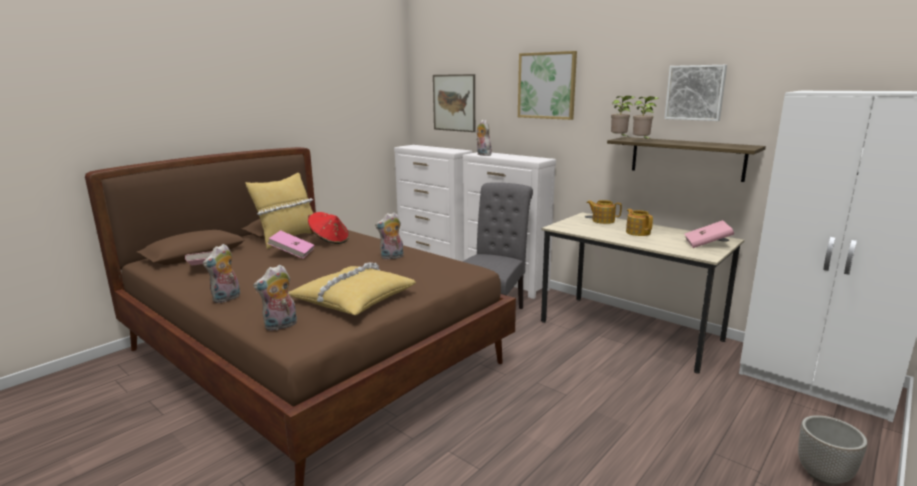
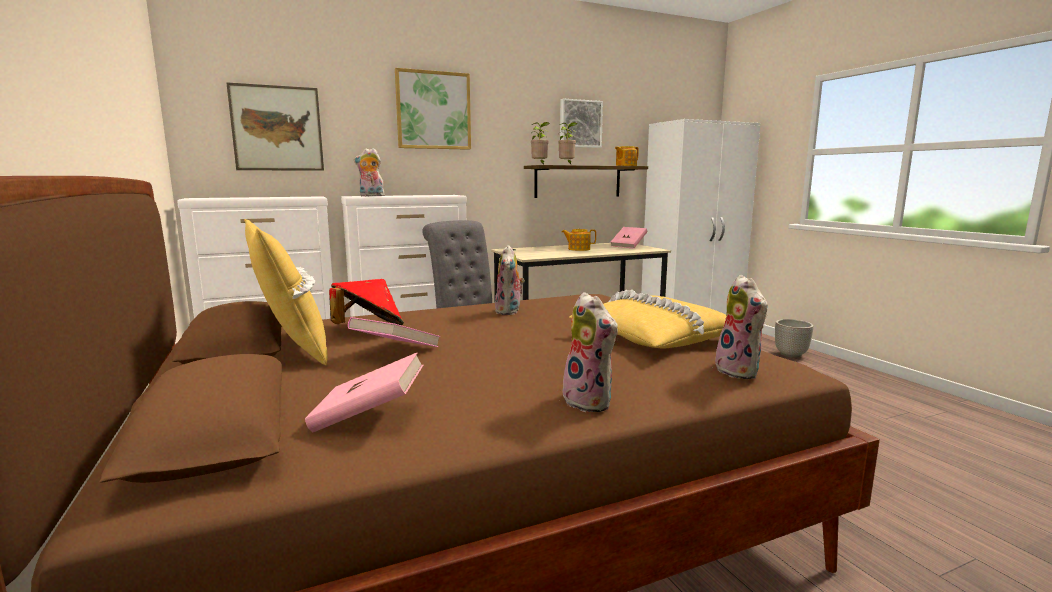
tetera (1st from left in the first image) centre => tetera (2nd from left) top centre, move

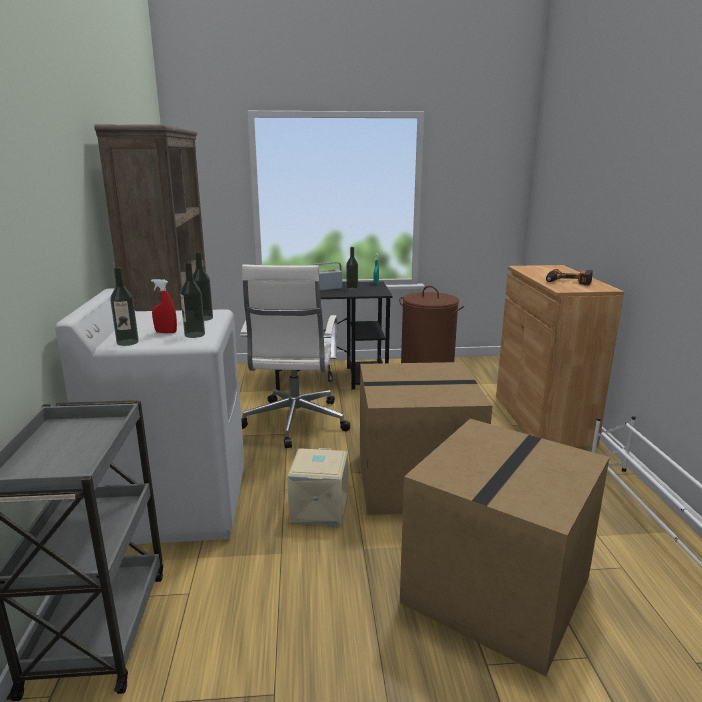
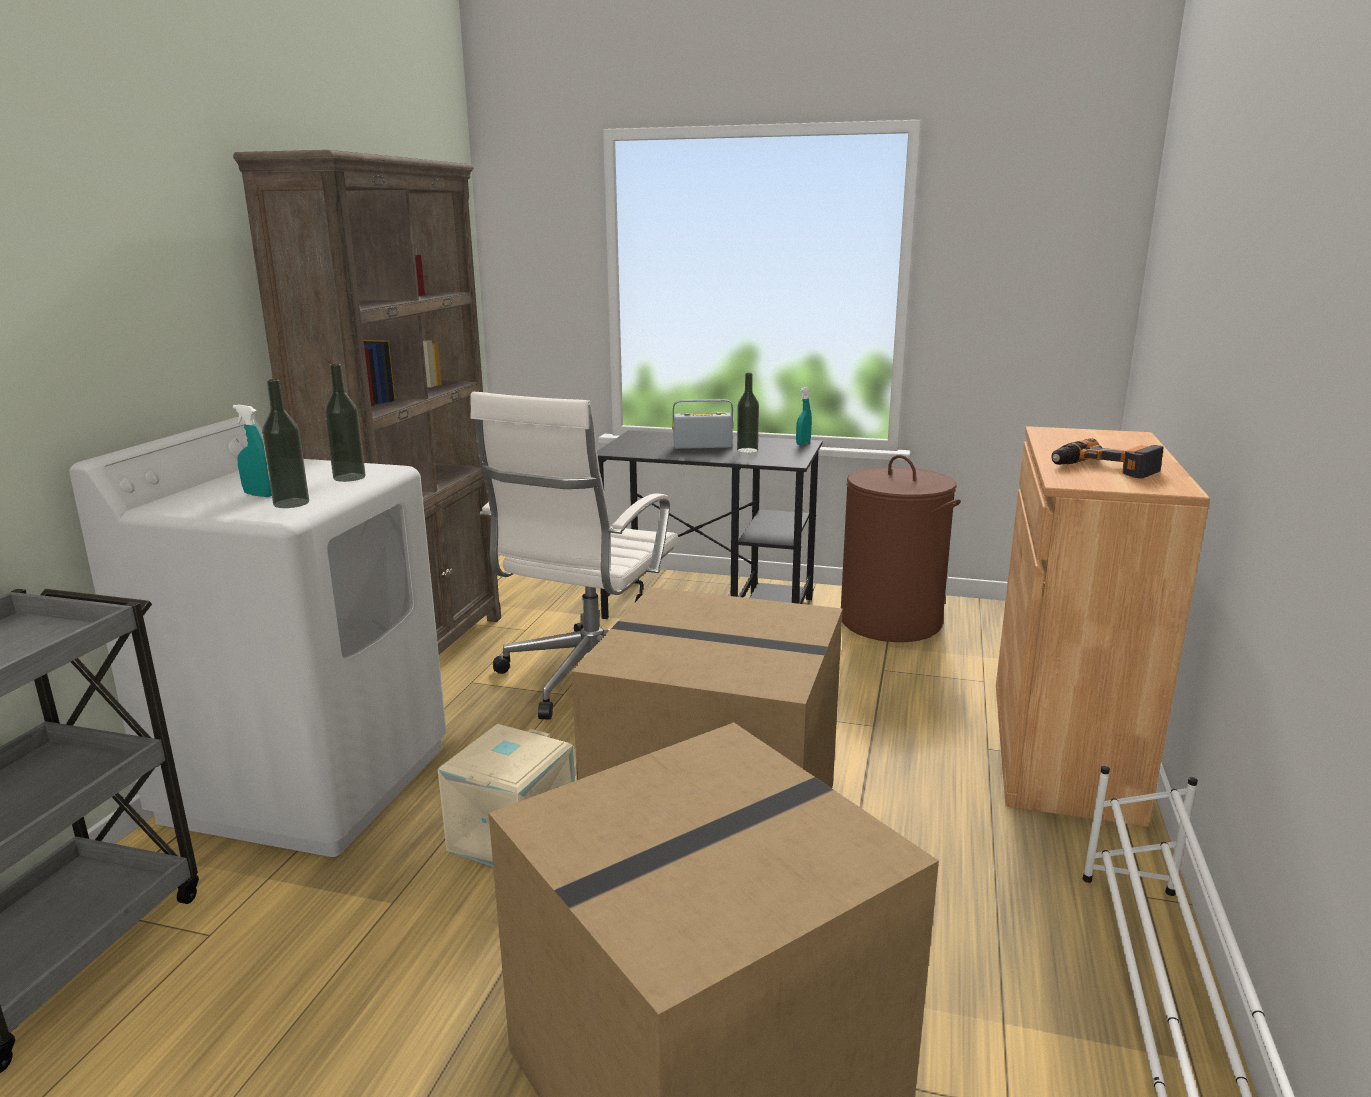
botella (1st from left) middle left => nothing
pulverizador/rojo middle left => pulverizador/turquesa (1st from left) middle left

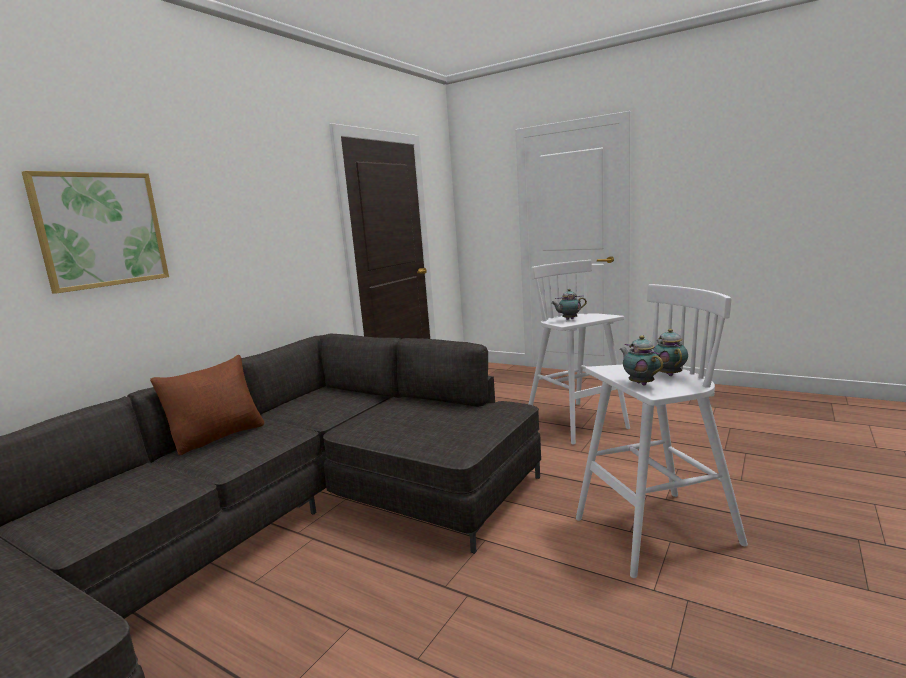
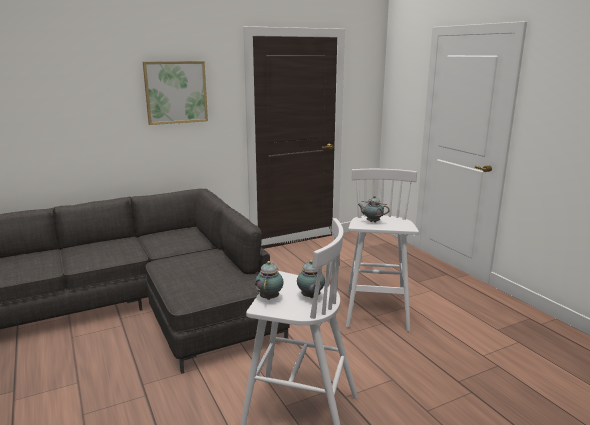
cuadro middle left => cuadro top left, move
tetera (3rd from left in the first image) middle right => tetera (2nd from left) centre, 135 degrees clockwise
cojín/marrón middle left => nothing

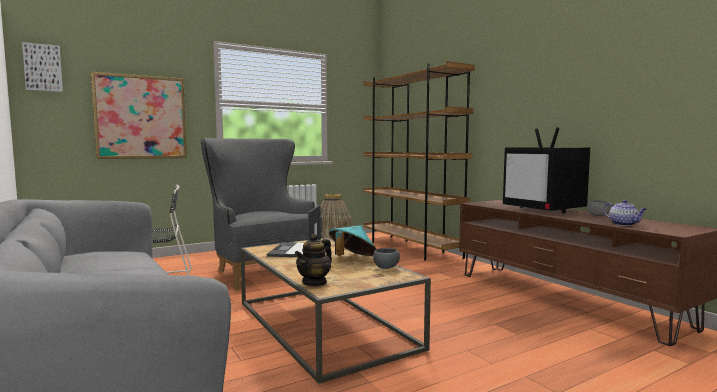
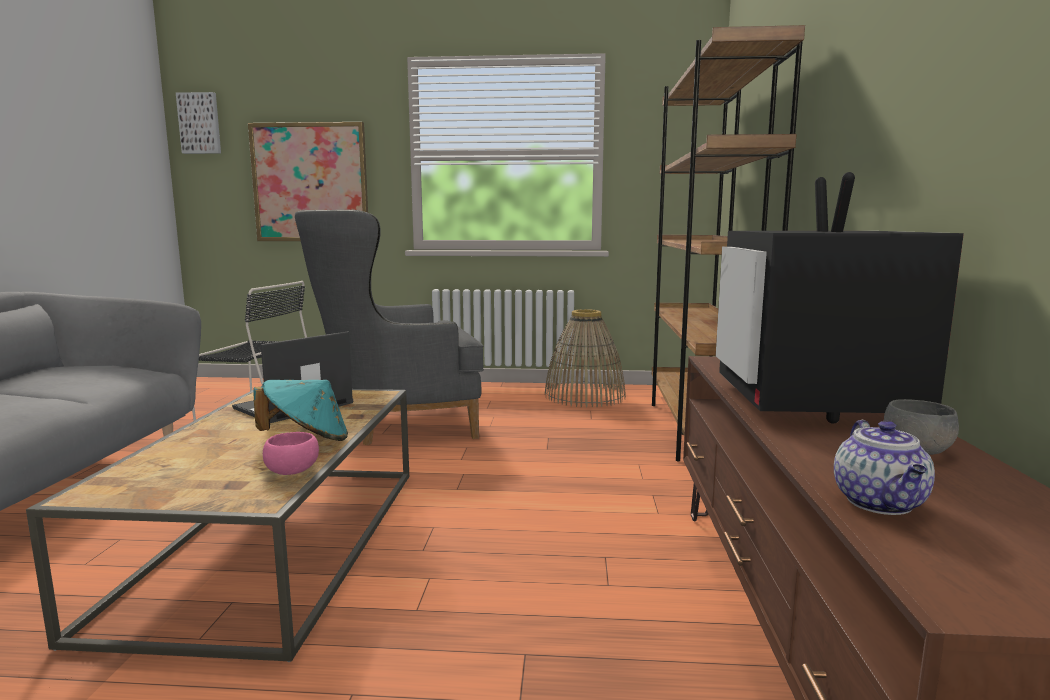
sillón/gris centre, 105 degrees counterclockwise
tetera (1st from left) centre => nothing
cuenco/gris (1st from left) centre => cuenco/rosa middle left

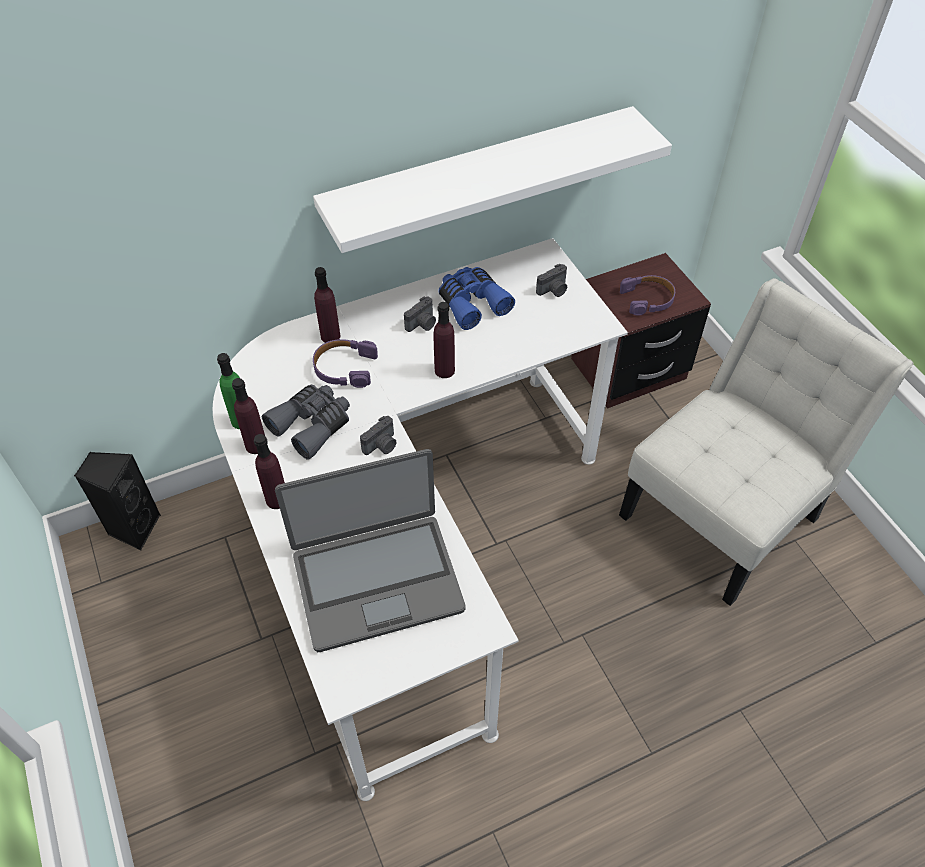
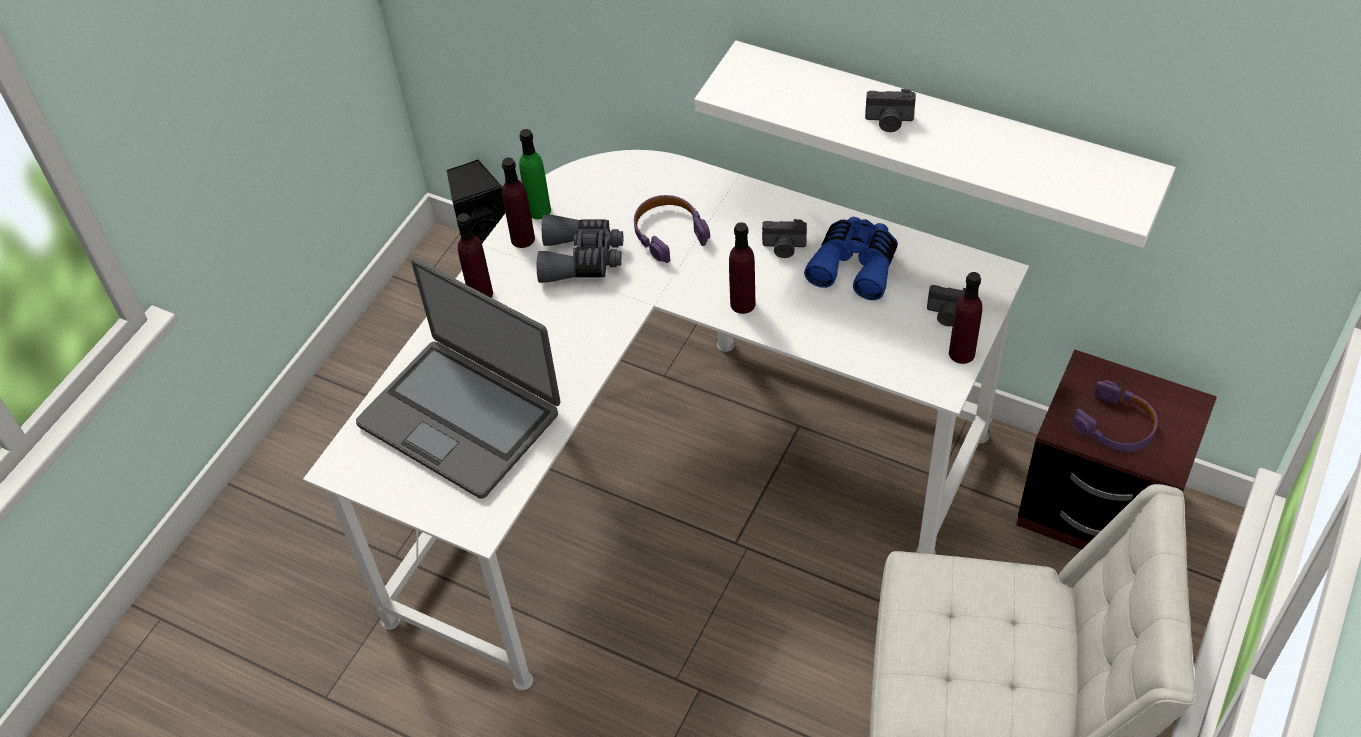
botella/morado (3rd from left in the first image) centre => botella/morado (4th from left) middle right, move
cámara (1st from left in the first image) centre => cámara (2nd from left) top centre, move

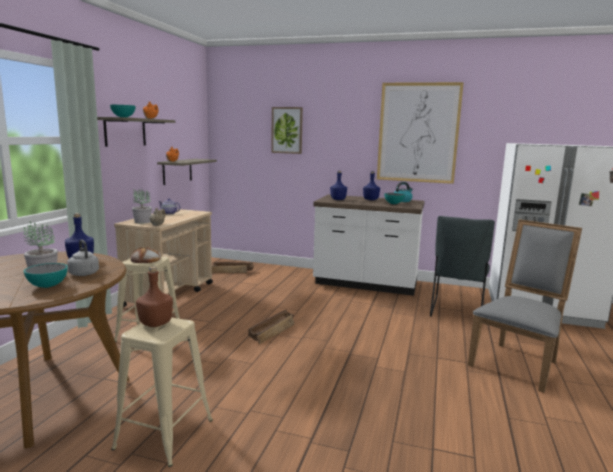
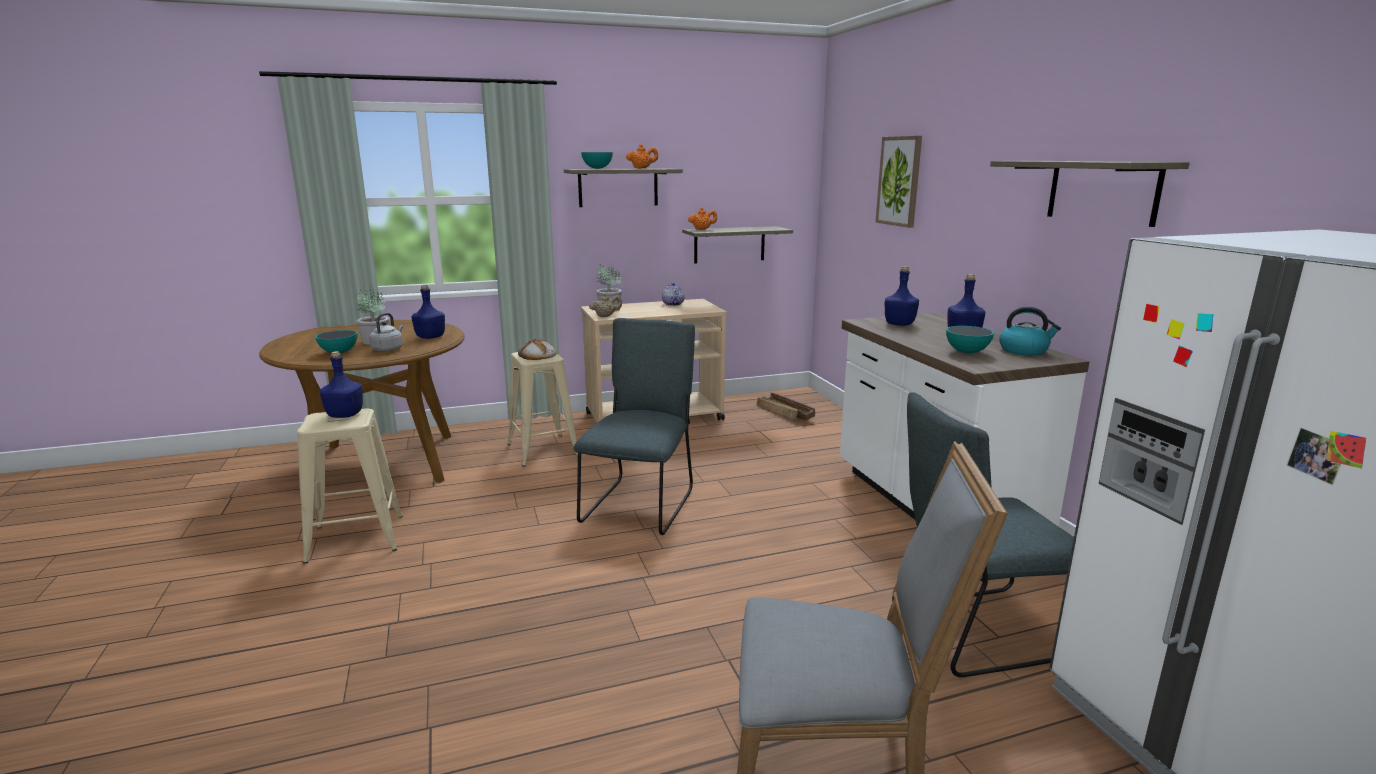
cuadro (2nd from left) top right => estante (3rd from left) top right
botella/marrón middle left => botella/azul (1st from left) middle left
caja de embalaje (2nd from left) bottom centre => silla/gris (1st from left) centre

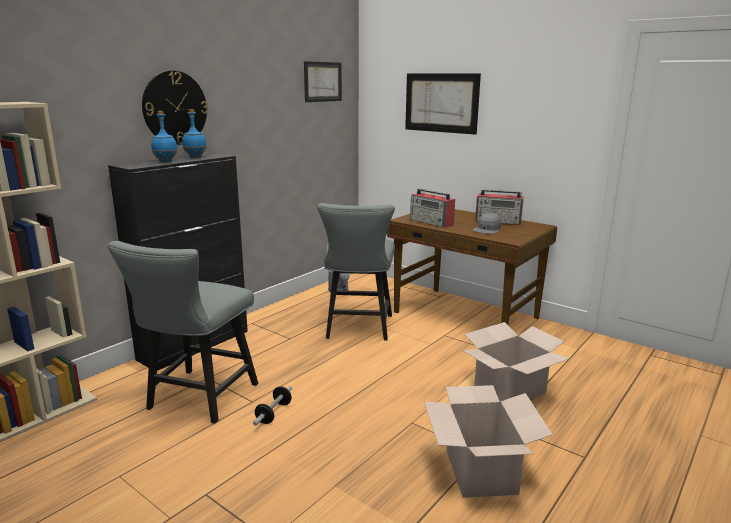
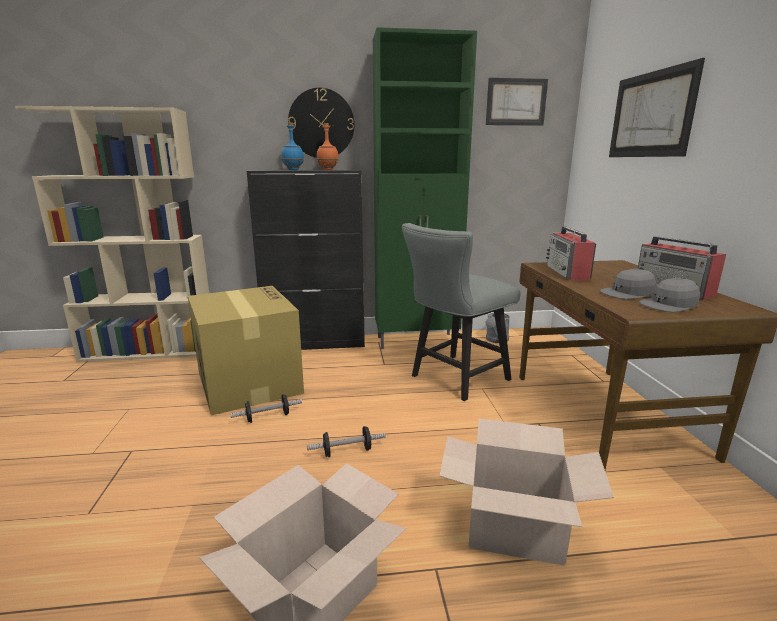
botella/azul (2nd from left) top left => botella/naranja top centre
silla/gris (1st from left) middle left => caja de cartón (1st from left) middle left
nothing => armario/verde top centre
nothing => gorra/gris (2nd from left) middle right
nothing => mancuerna (2nd from left) bottom centre

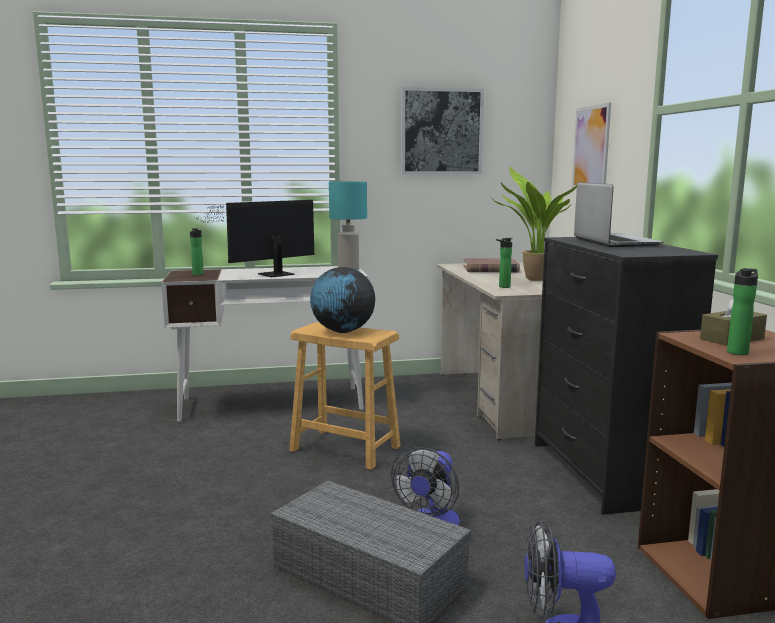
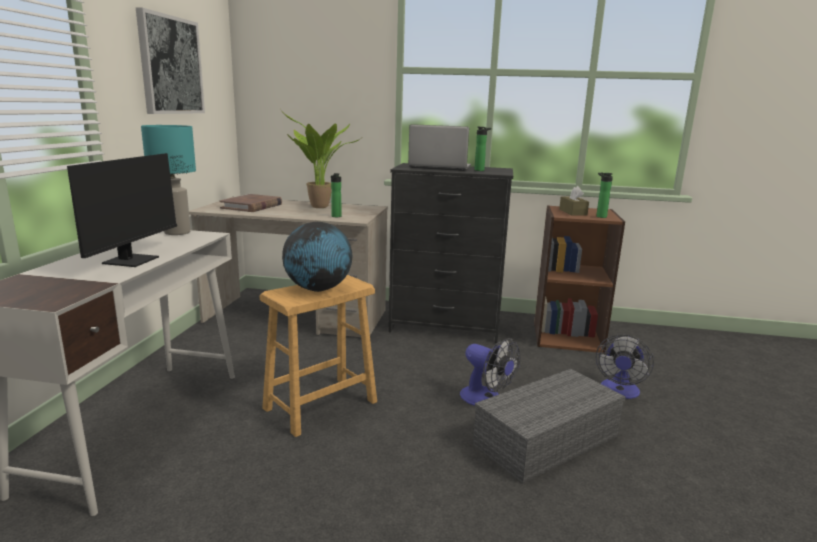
cuadro (2nd from left) top right => nothing
monitor middle left, 150 degrees counterclockwise
botella (1st from left in the first image) middle left => botella (2nd from left) top centre, move

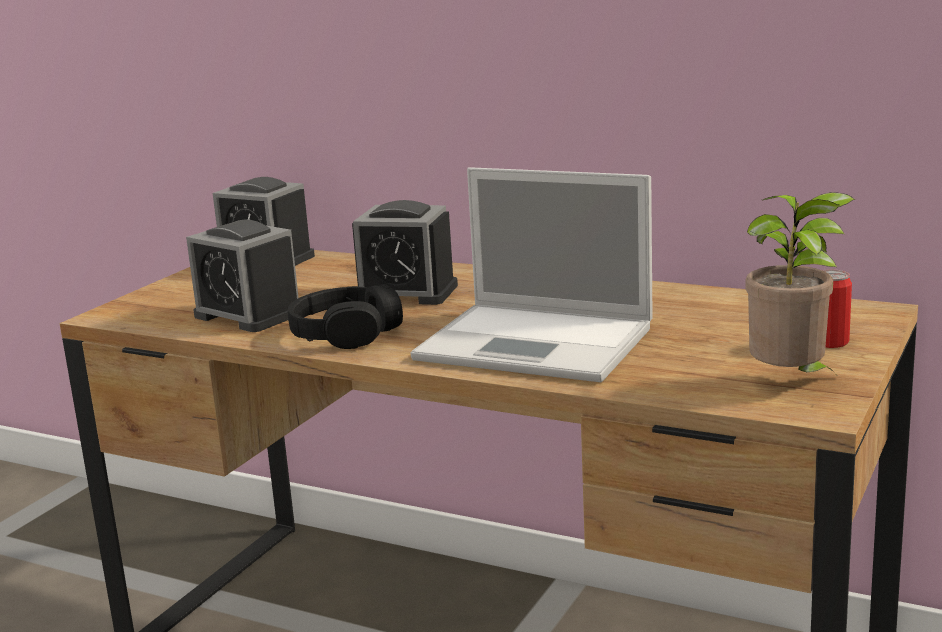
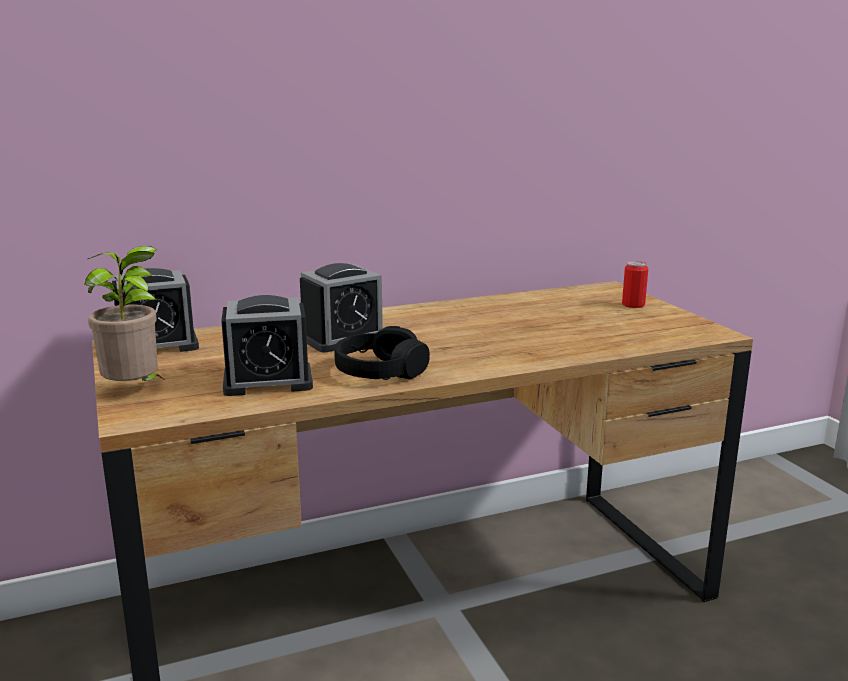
portátil centre => nothing
planta en maceta middle right => planta en maceta middle left, move

